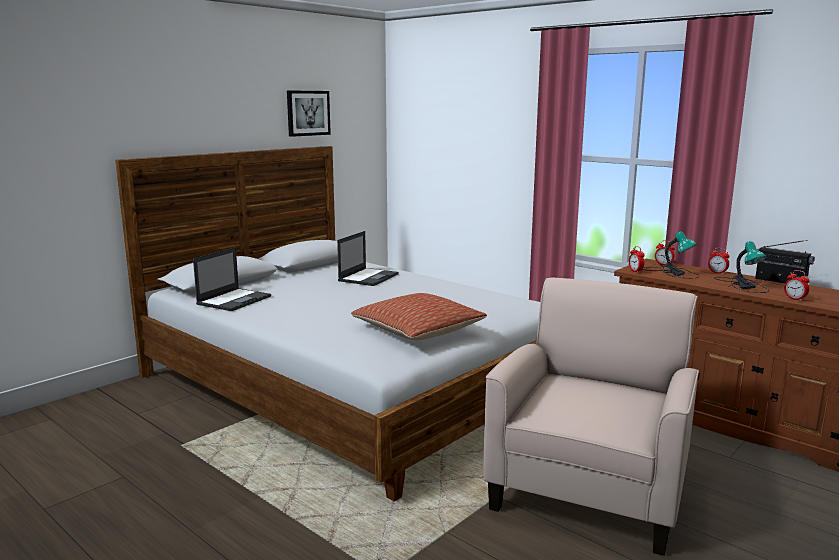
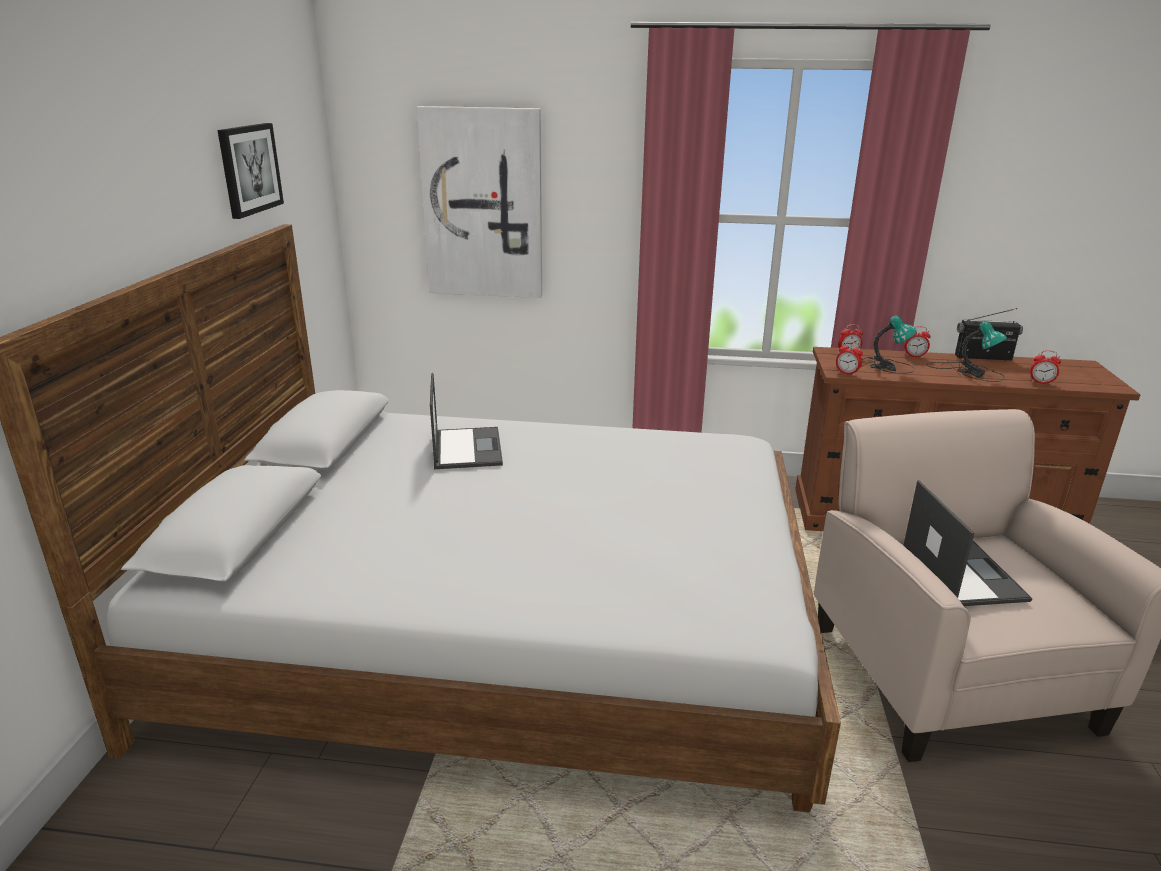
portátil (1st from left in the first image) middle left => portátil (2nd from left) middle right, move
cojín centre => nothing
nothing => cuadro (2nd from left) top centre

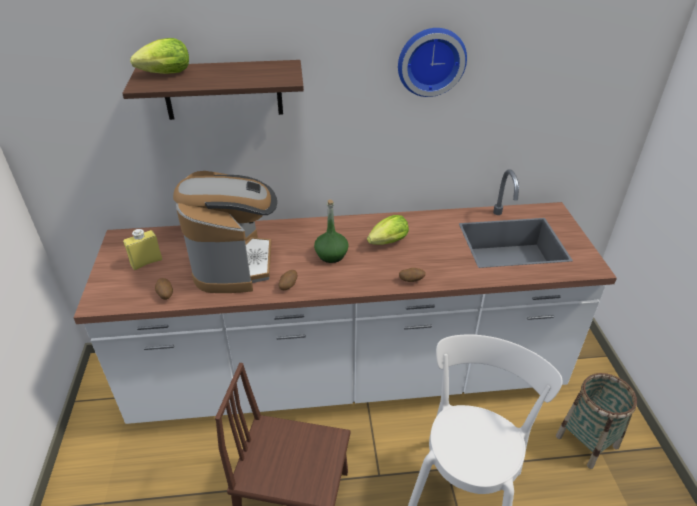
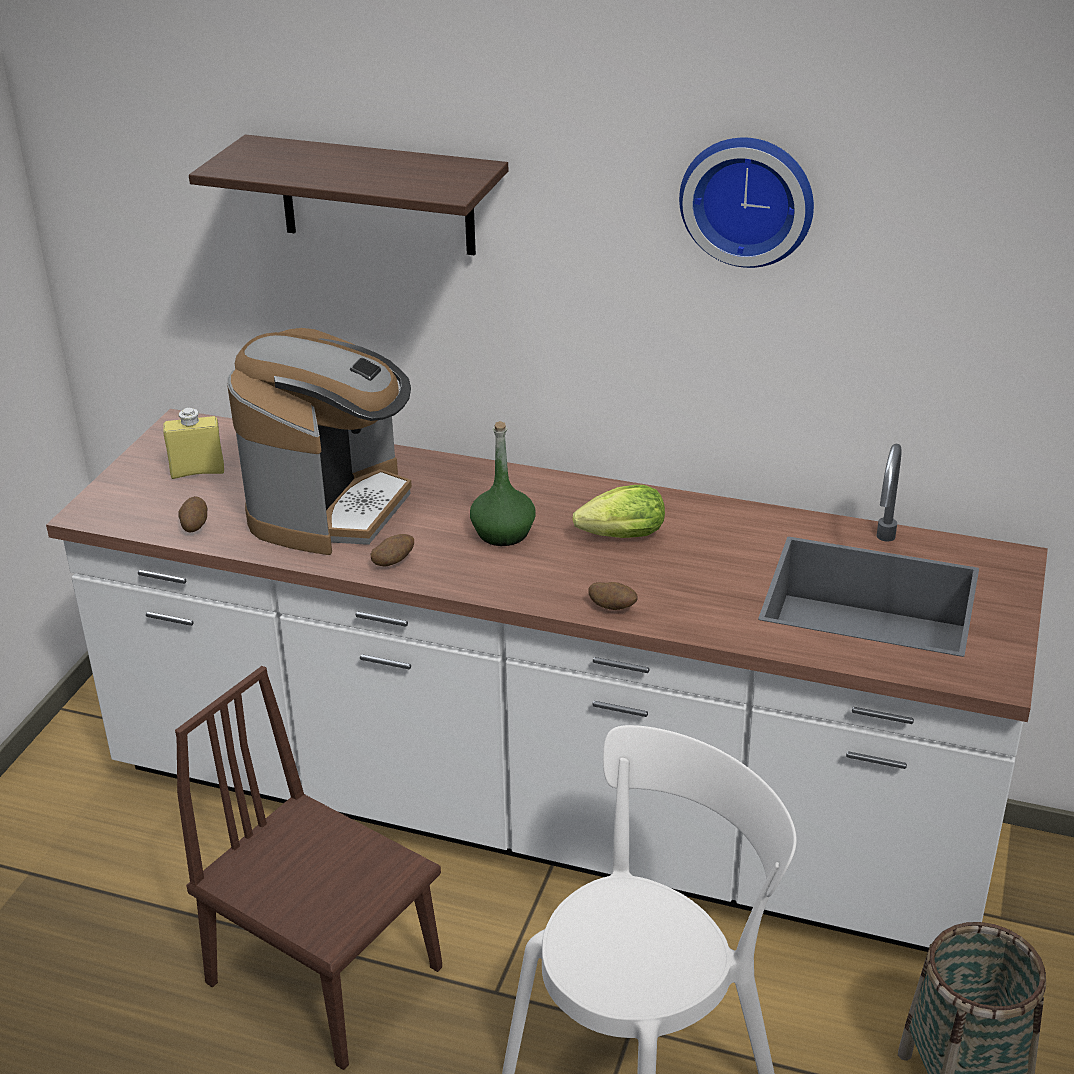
lechuga (1st from left) top left => nothing

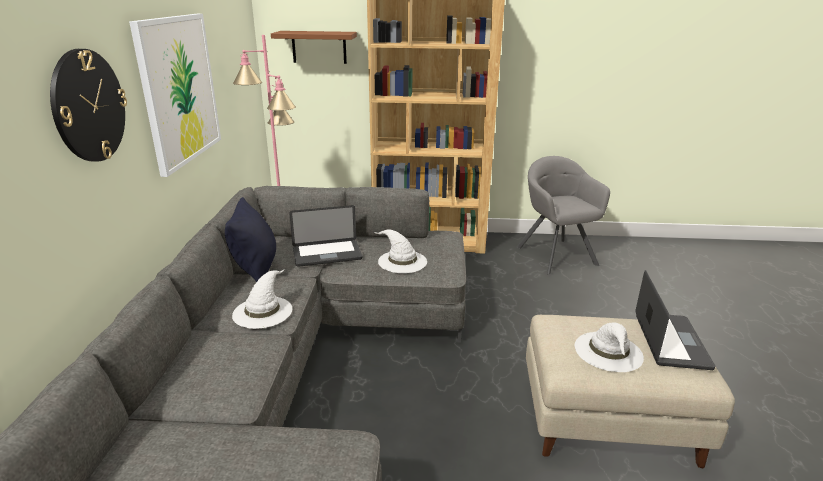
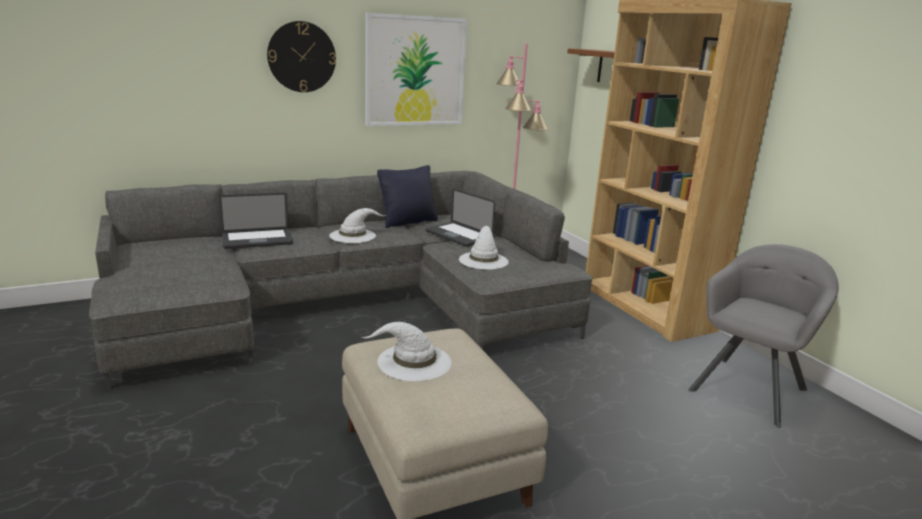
portátil (2nd from left in the first image) middle right => portátil (1st from left) middle left, move

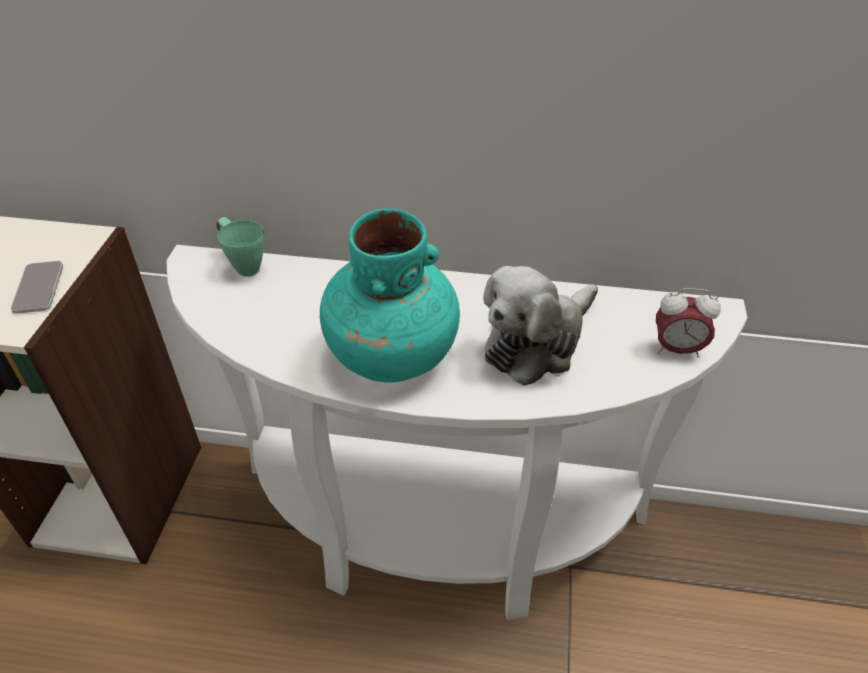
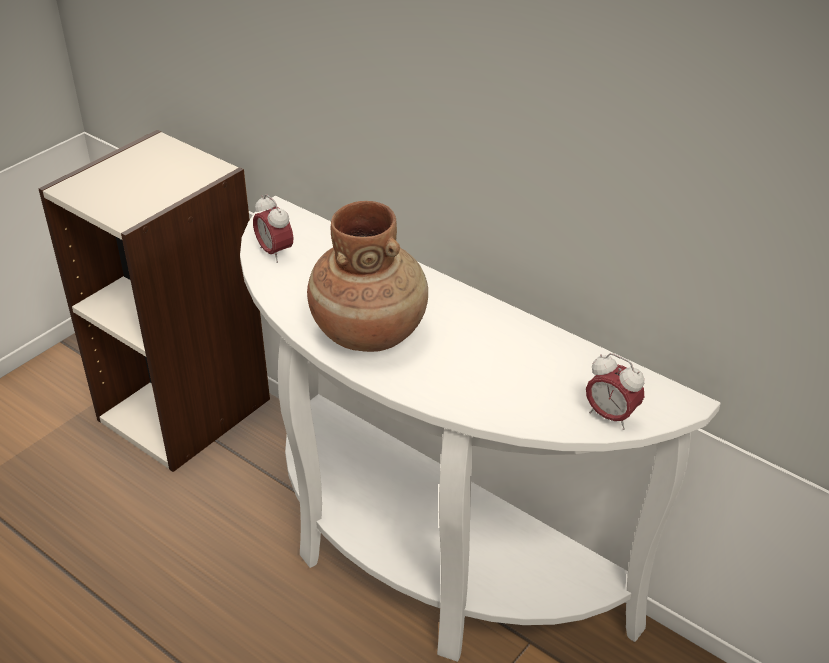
florero/turquesa centre => florero/marrón centre
taza grande/verde middle left => nothing
móvil middle left => nothing
peluche centre => nothing
nothing => despertador (1st from left) middle left

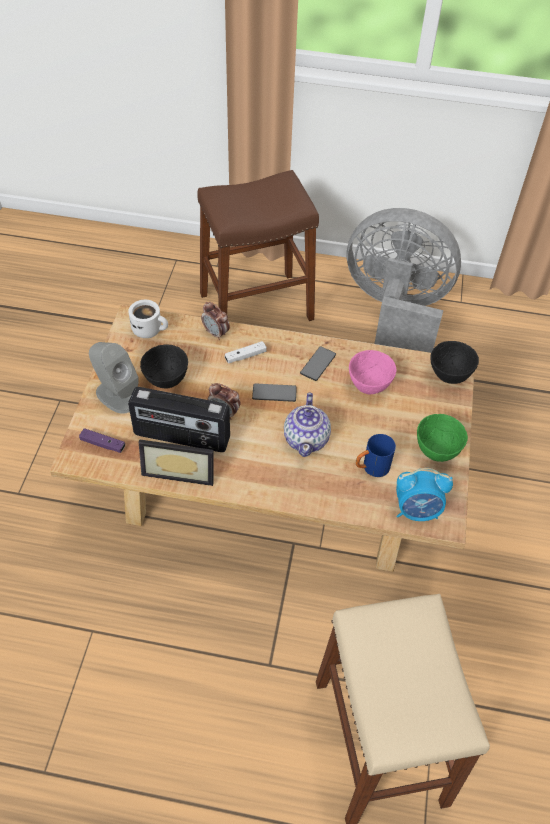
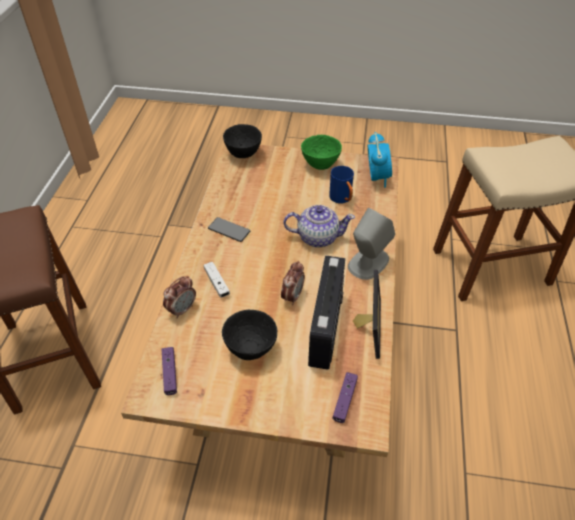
ventilador/gris middle right => nothing
taza grande/blanco middle left => mando de consola/morado (1st from left) bottom left
altavoz/gris middle left => altavoz/gris centre, move
cuenco/rosa middle right => nothing
móvil (1st from left) centre => nothing

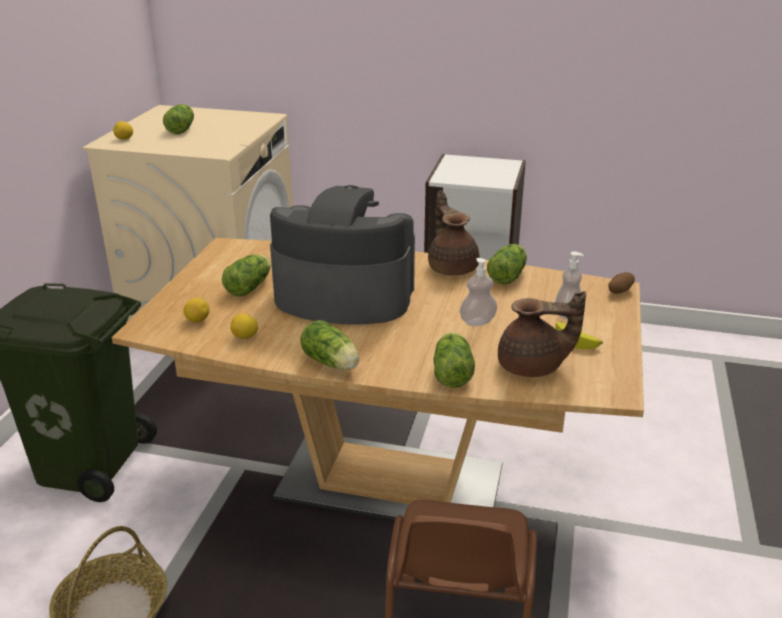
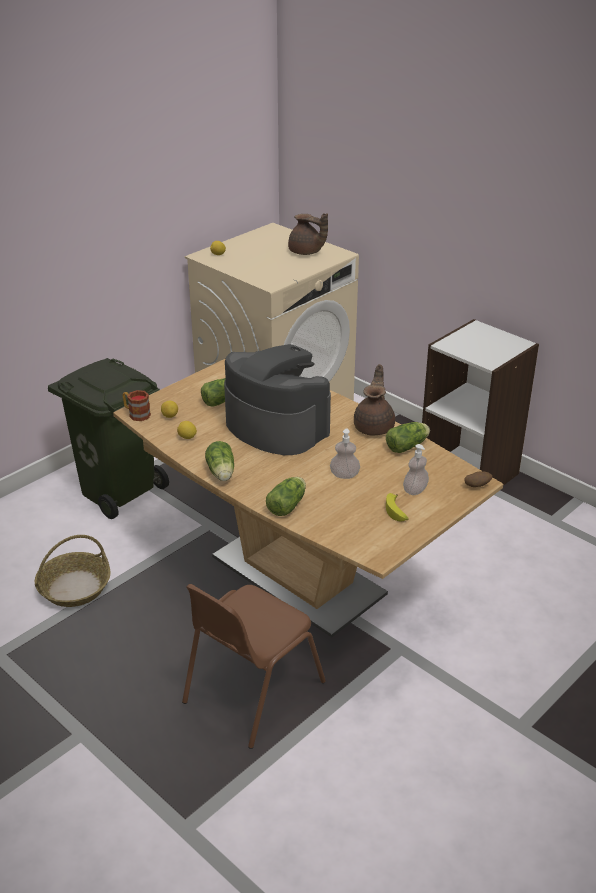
lechuga (1st from left) top left => nothing
tetera/marrón (2nd from left in the first image) middle right => tetera/marrón (1st from left) top centre, move
nothing => taza grande middle left

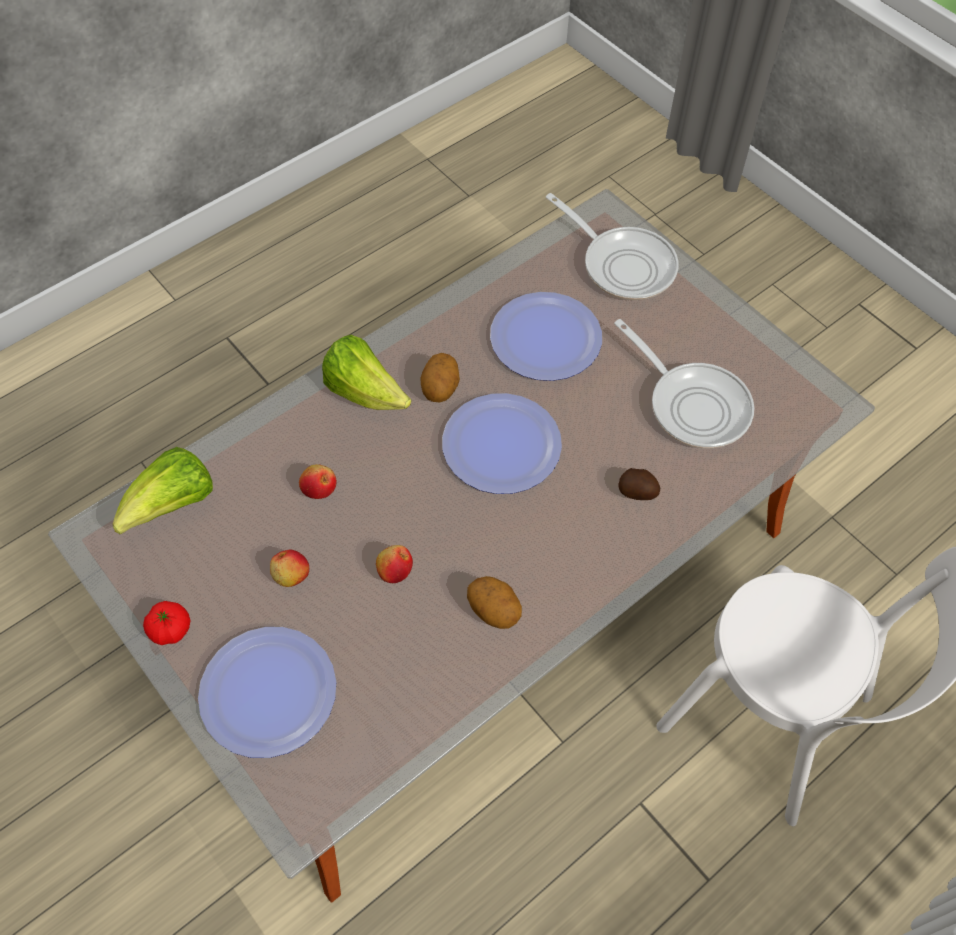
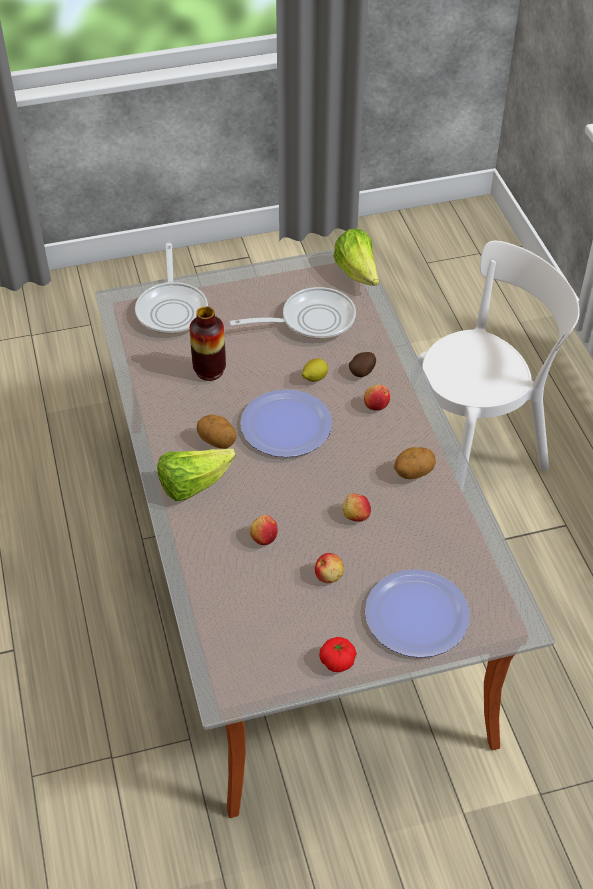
sartén (1st from left) top centre => sartén (1st from left) top left, 105 degrees clockwise
plato (3rd from left) centre => florero centre
lechuga (1st from left in the first image) middle left => lechuga (2nd from left) top centre, move
nothing => limón centre
nothing => manzana (4th from left) centre

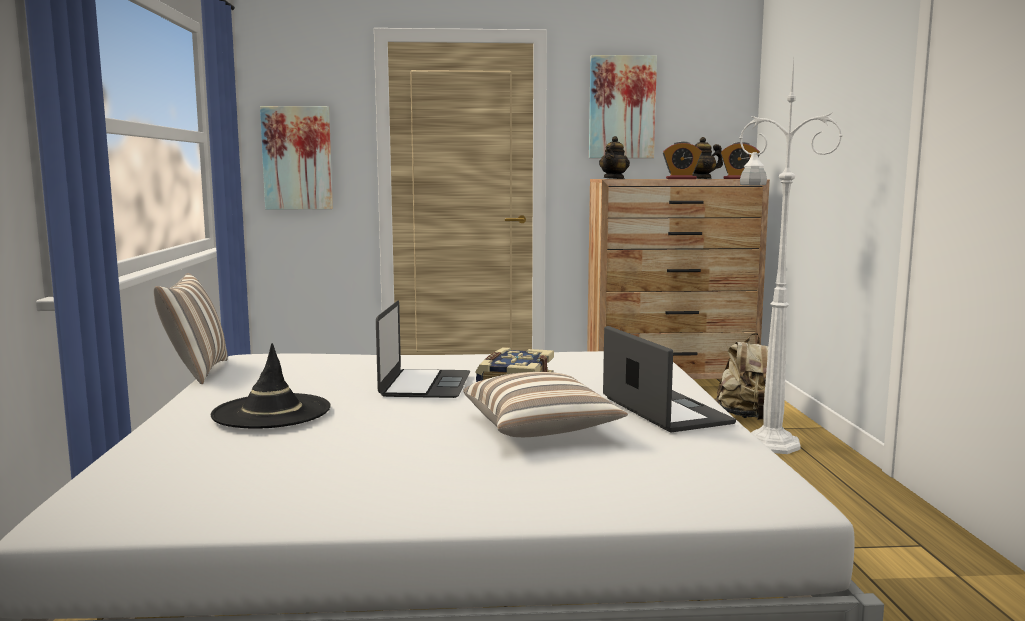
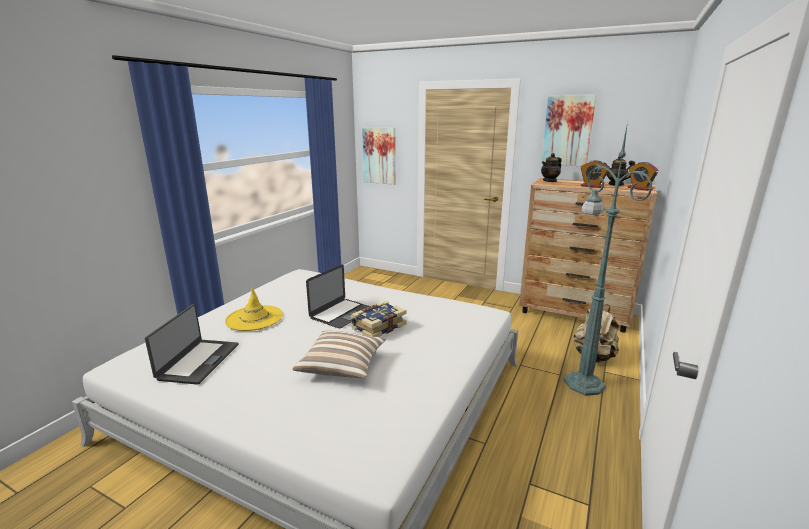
lámpara de pie/blanco middle right => lámpara de pie/verde middle right
cojín (1st from left) middle left => nothing
portátil (2nd from left in the first image) centre => portátil (1st from left) middle left, move
sombrero/negro middle left => sombrero/amarillo middle left

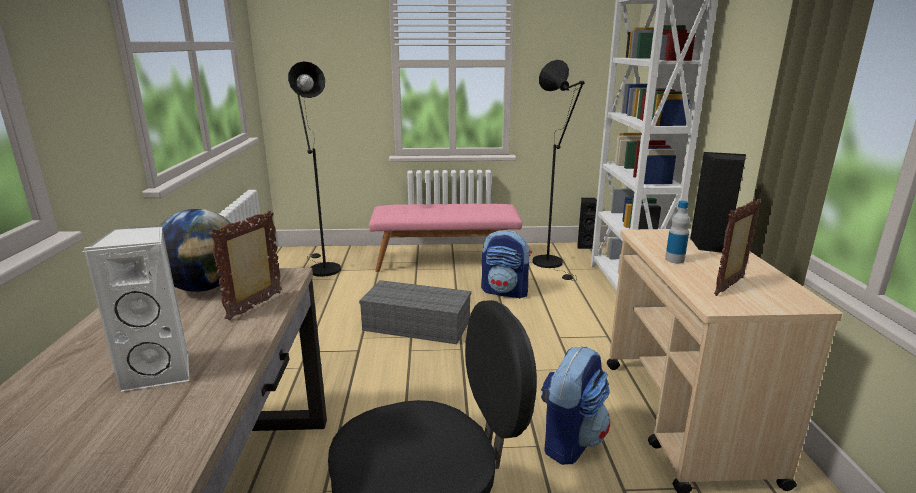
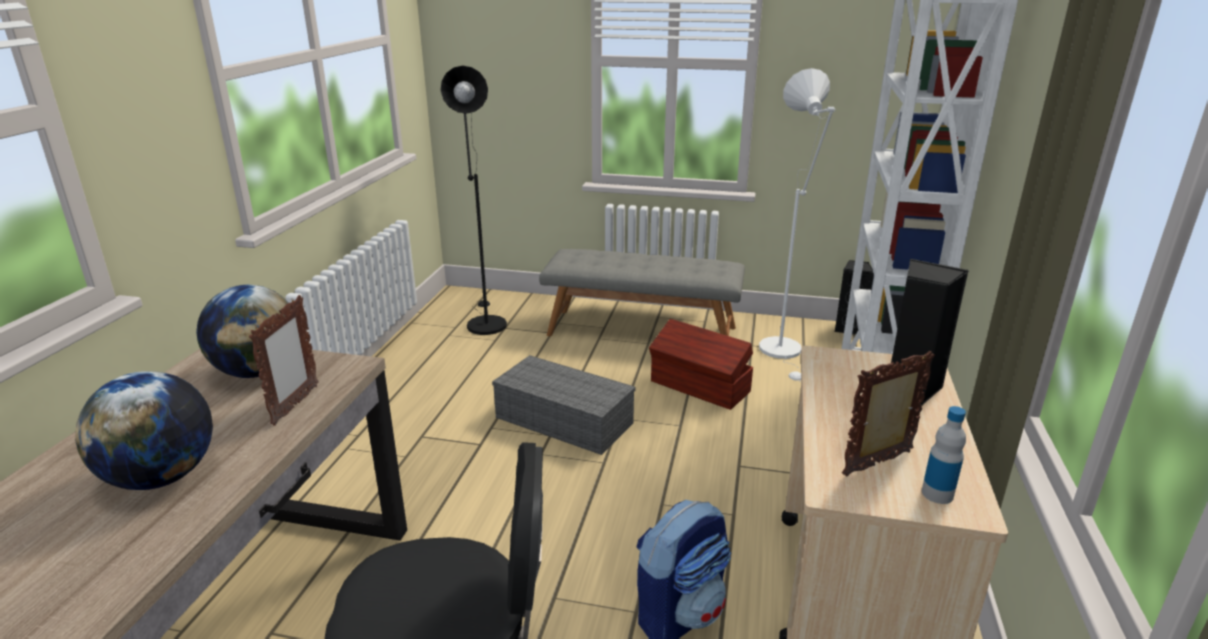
lámpara de pie/negro (2nd from left) centre => lámpara de pie/blanco centre
botella middle right => botella bottom right, move
banco/rosa centre => banco/gris centre
portarretratos (1st from left) middle left, 150 degrees clockwise
altavoz/blanco middle left => globo terráqueo (1st from left) bottom left
mochila (1st from left) centre => caja de almacenaje/marrón centre

